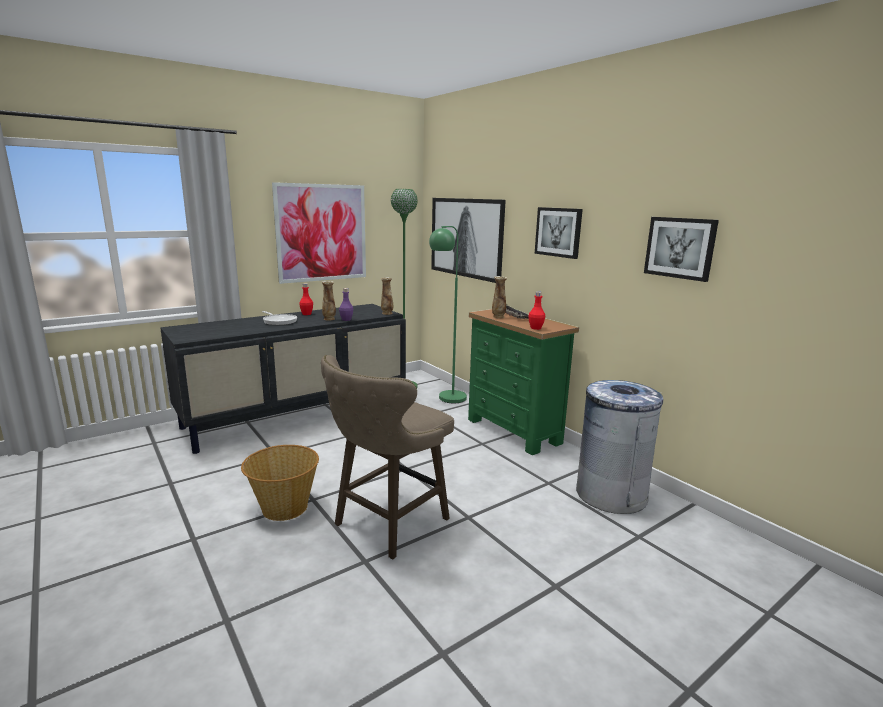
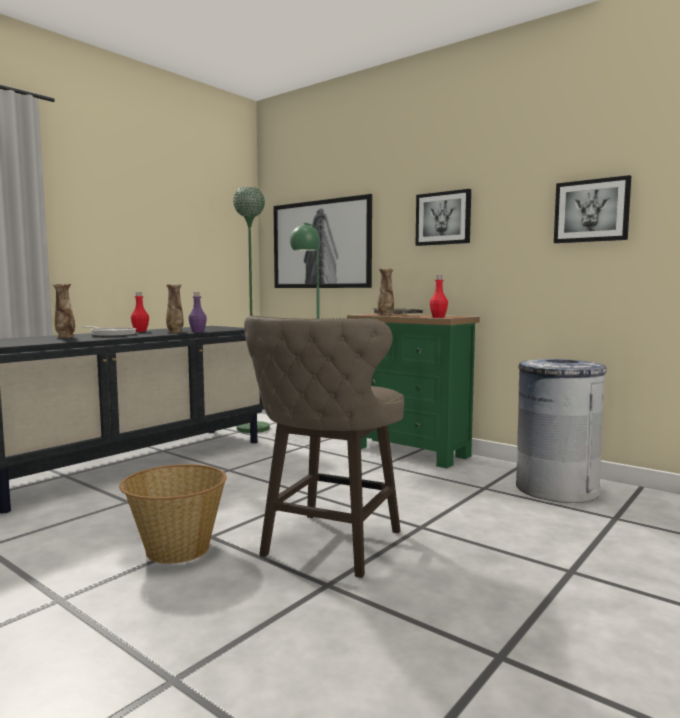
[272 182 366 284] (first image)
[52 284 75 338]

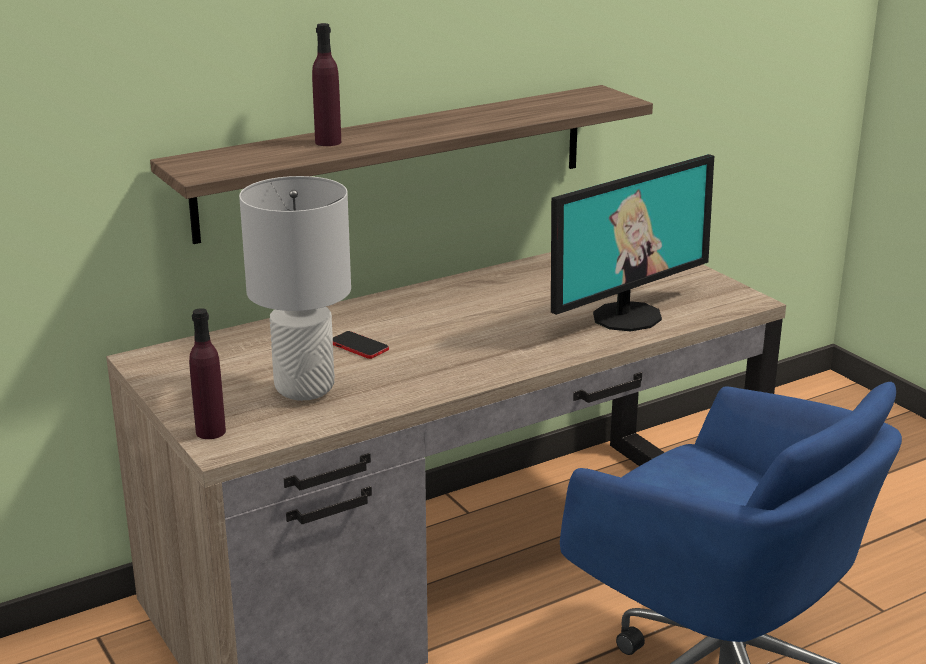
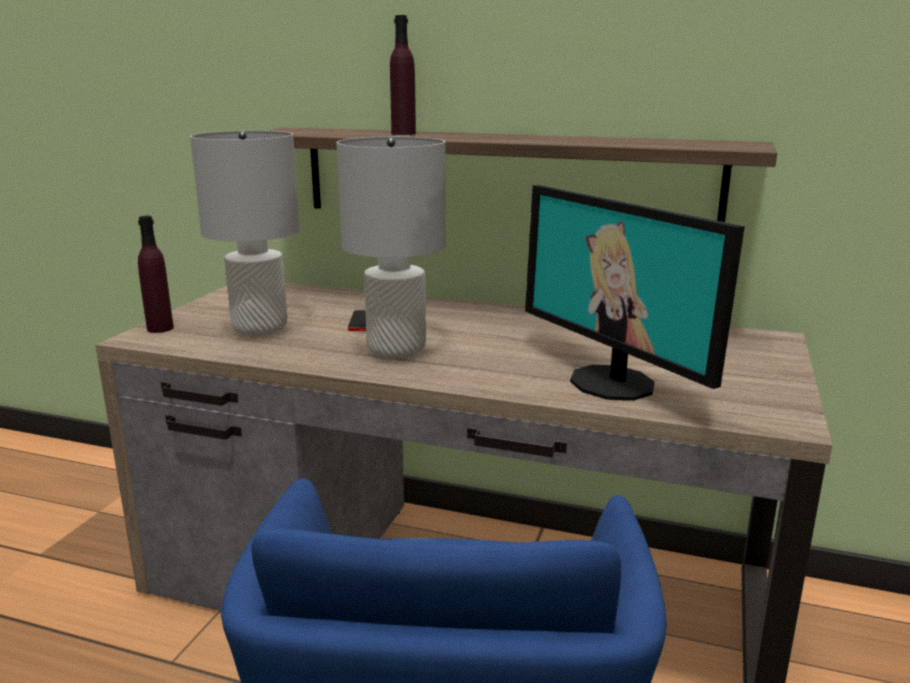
[336 136 446 359]
[525 185 745 401]

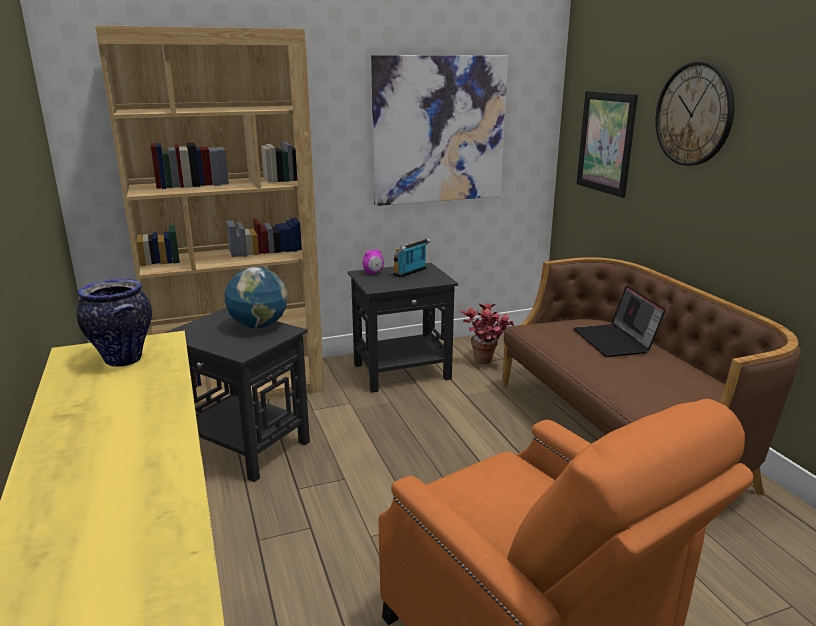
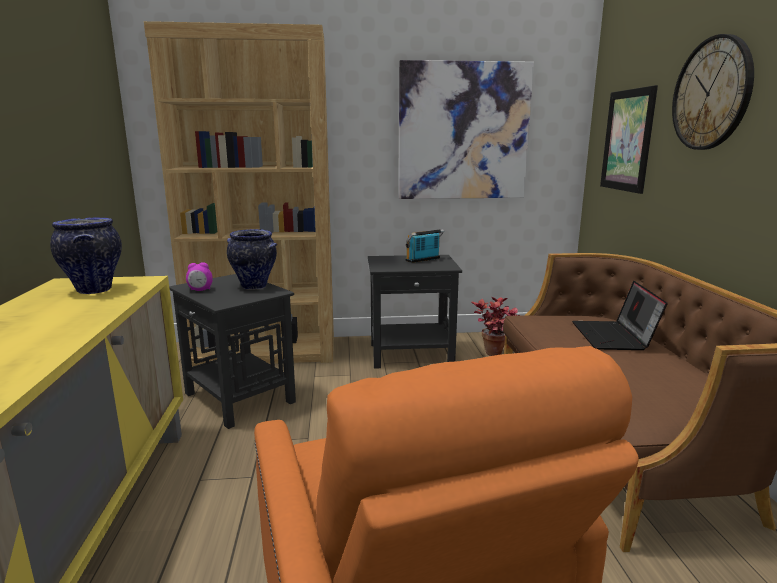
[186 262 213 291]
[227 229 277 290]

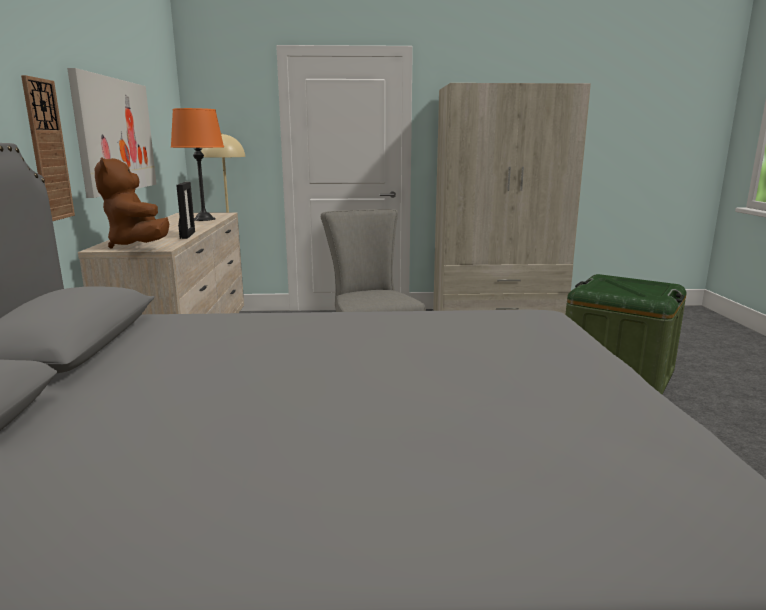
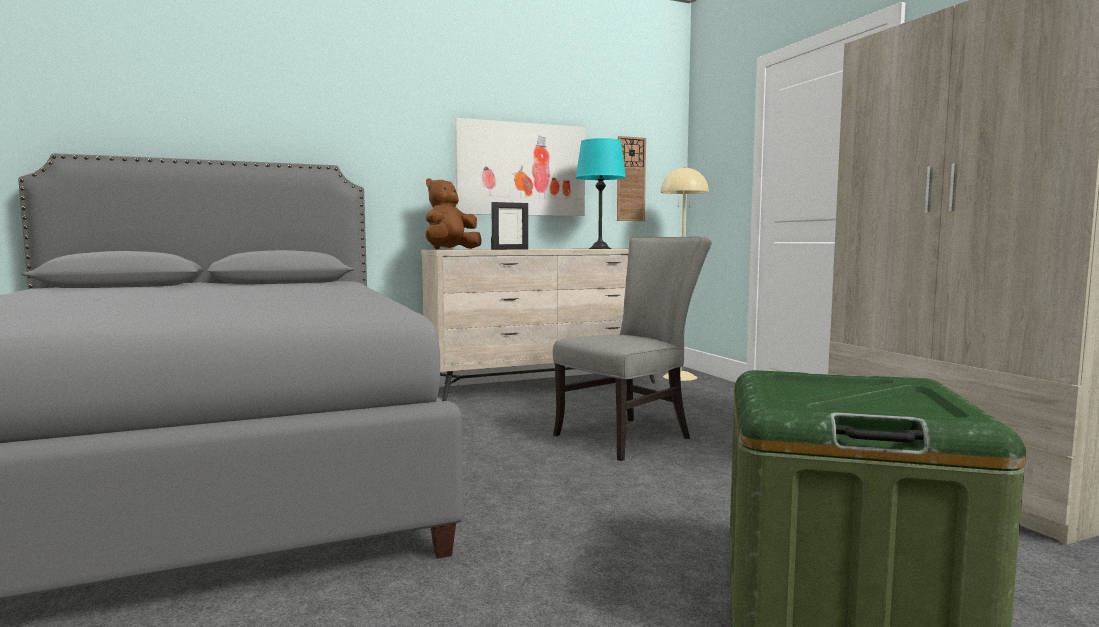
[617 136 646 221]
[576 138 626 249]

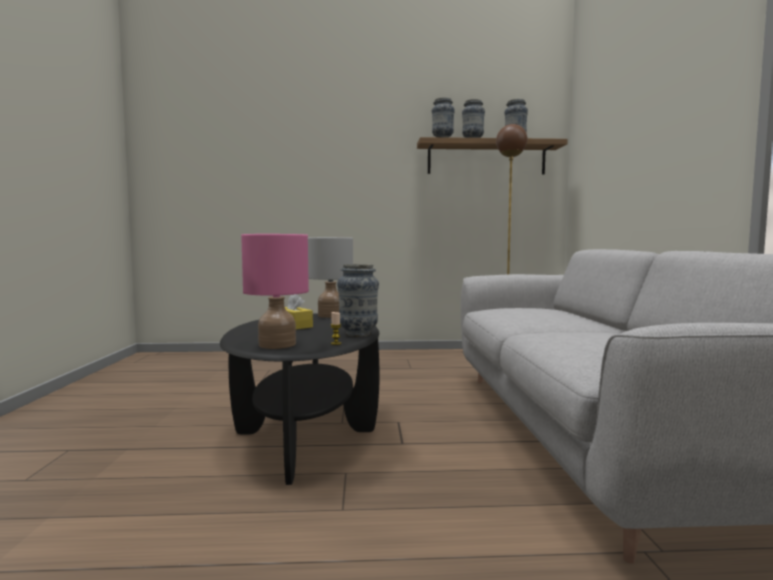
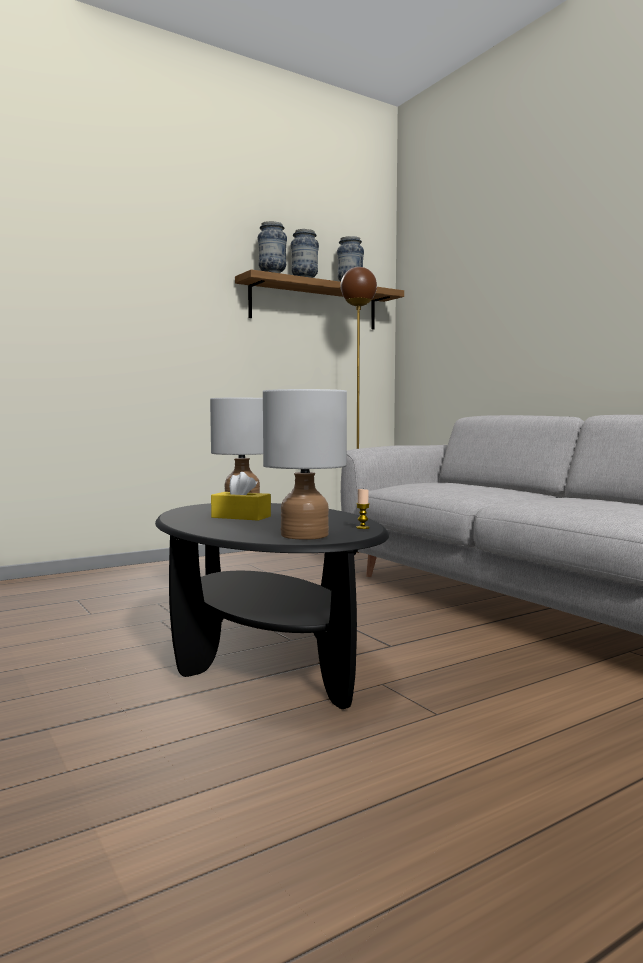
[337 264 379 337] (first image)
[263 389 347 540]

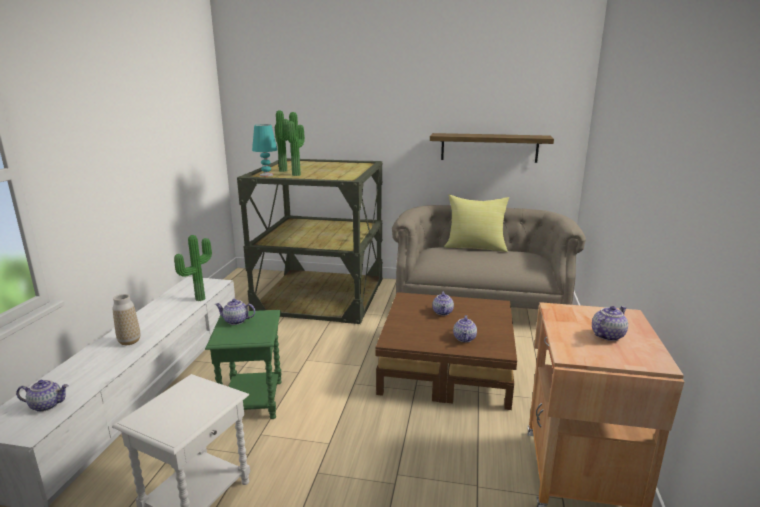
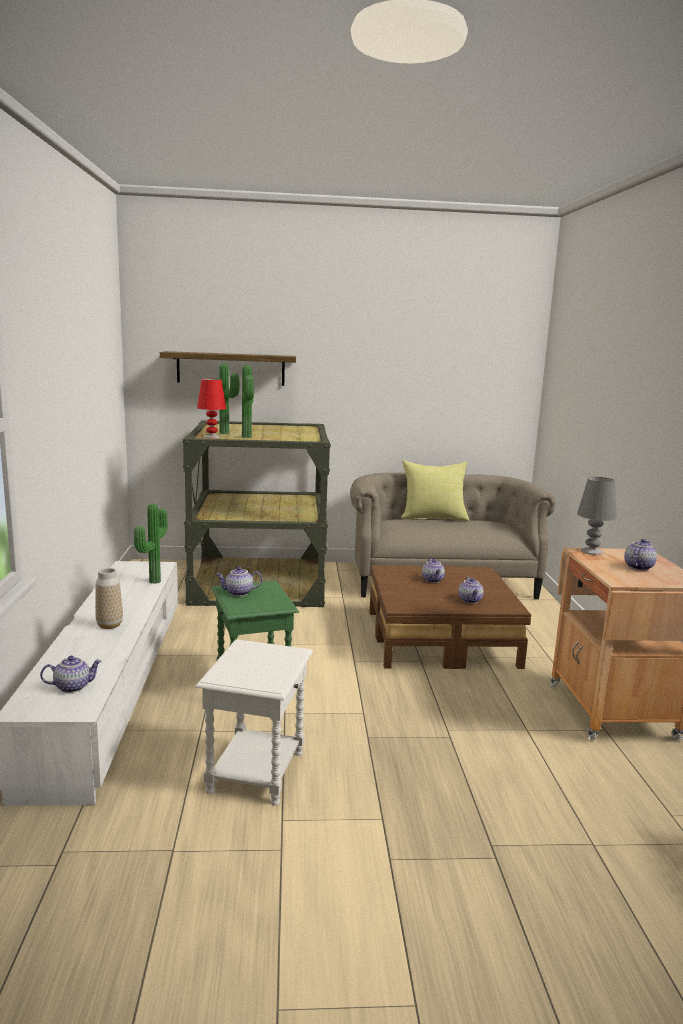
[577 477 617 555]
[160 351 296 386]
[197 379 226 438]

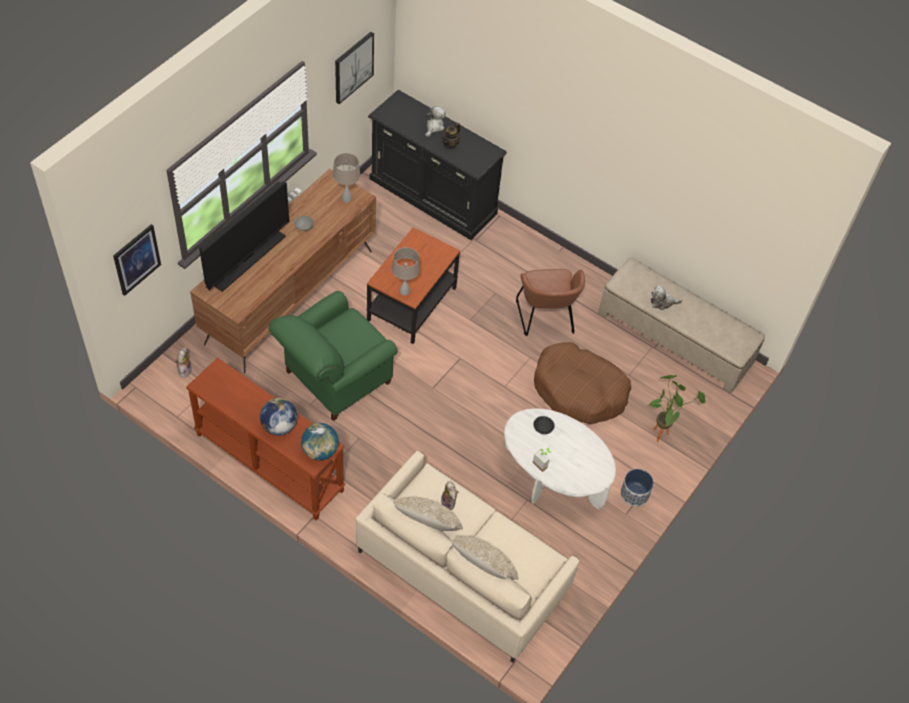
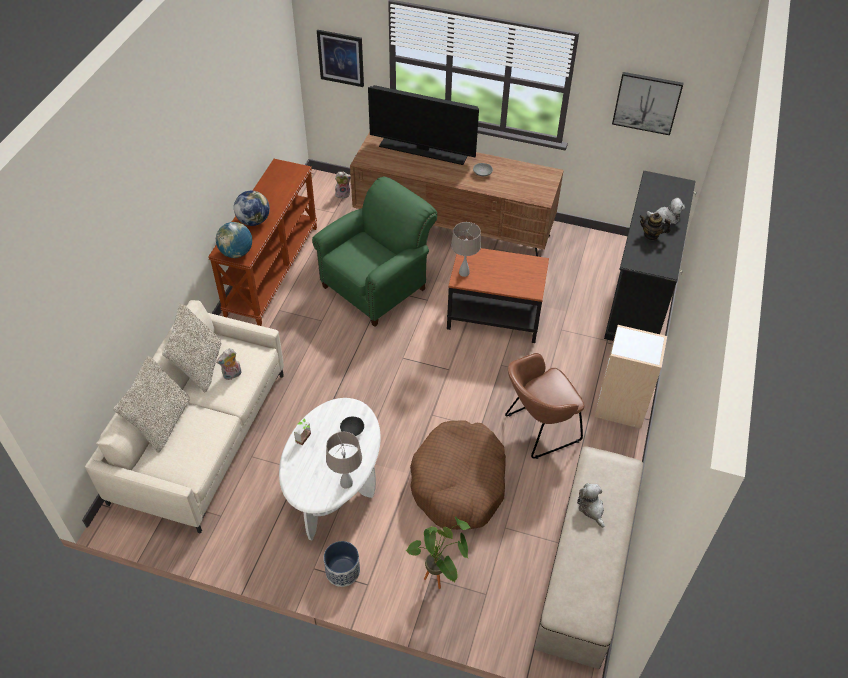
[594 325 667 429]
[326 432 362 489]
[312 177 437 327]

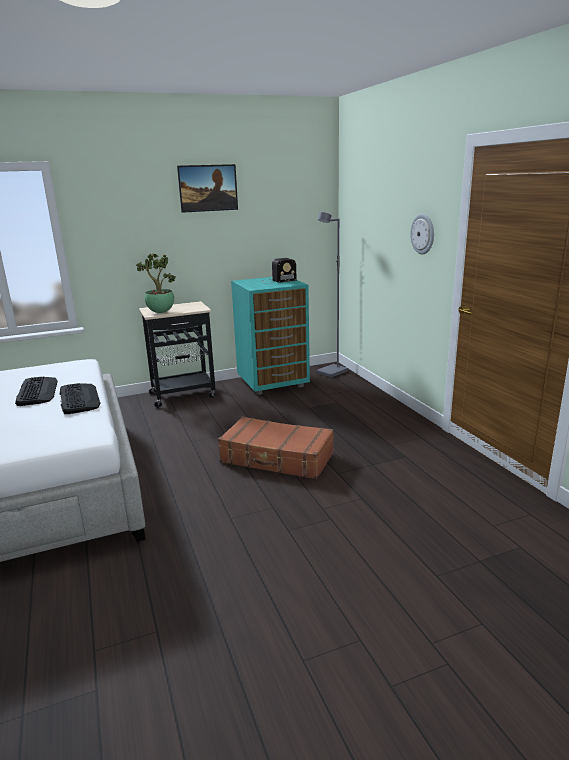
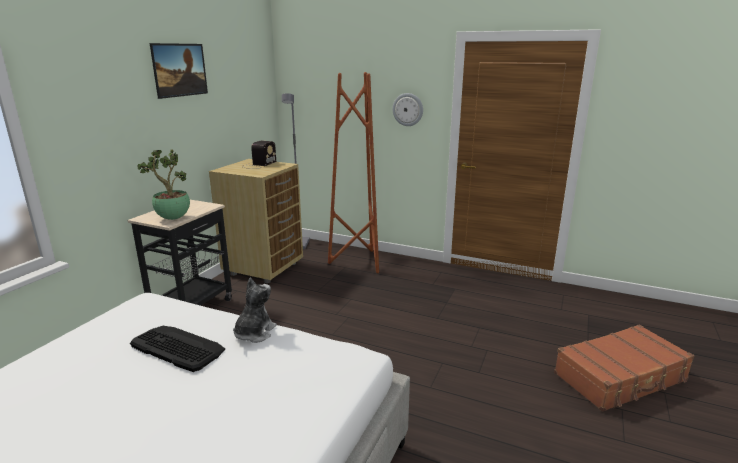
[328 72 379 273]
[554 324 694 412]
[233 278 277 343]
[209 159 303 283]

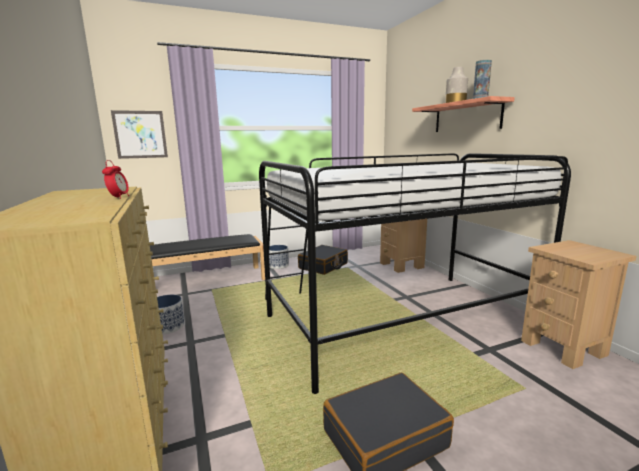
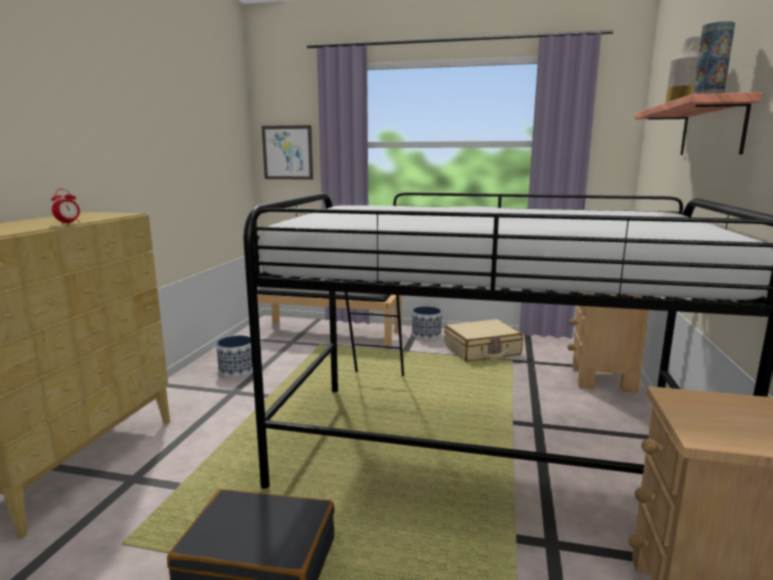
[444 319 523 361]

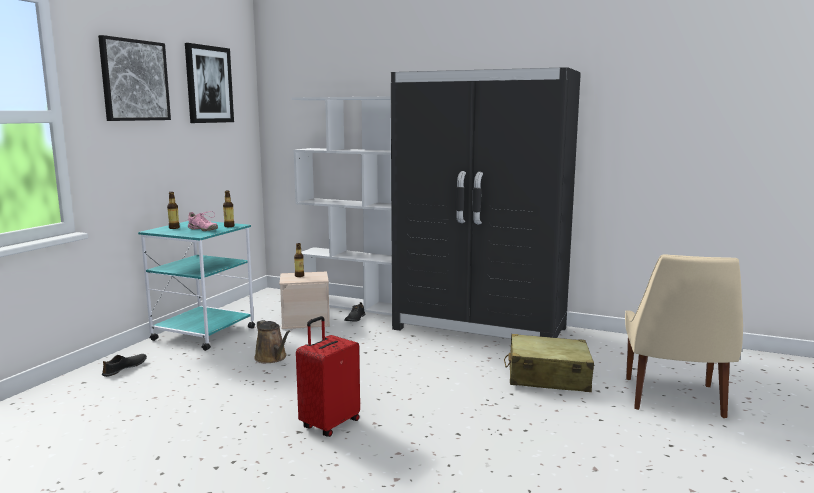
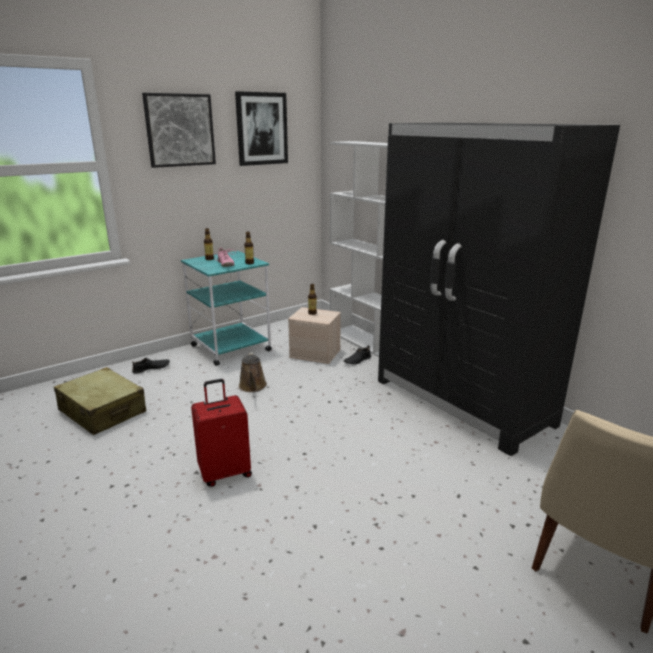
[54 367 146 435]

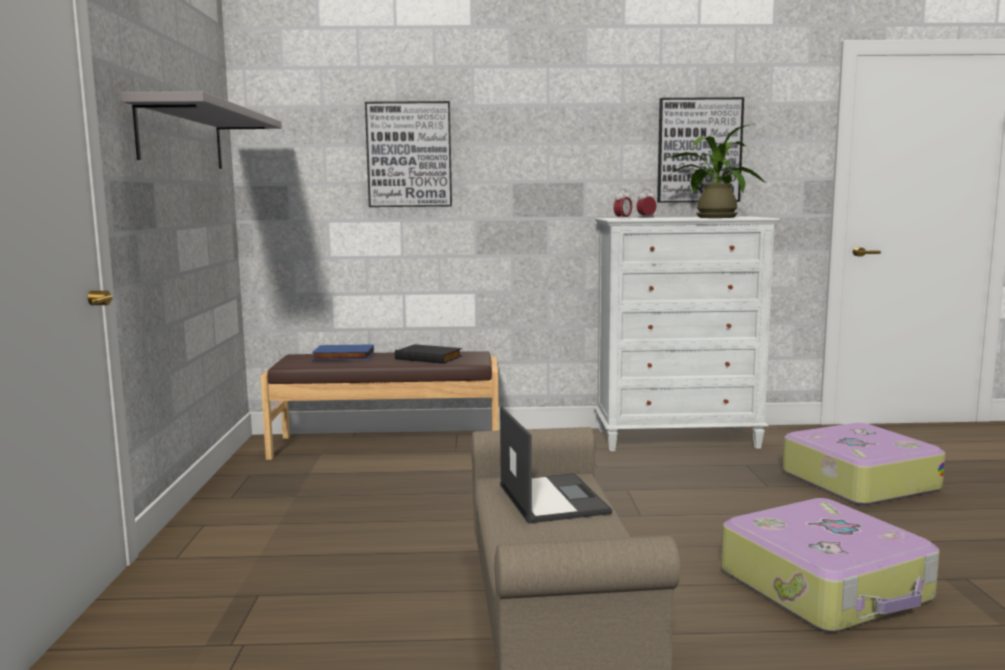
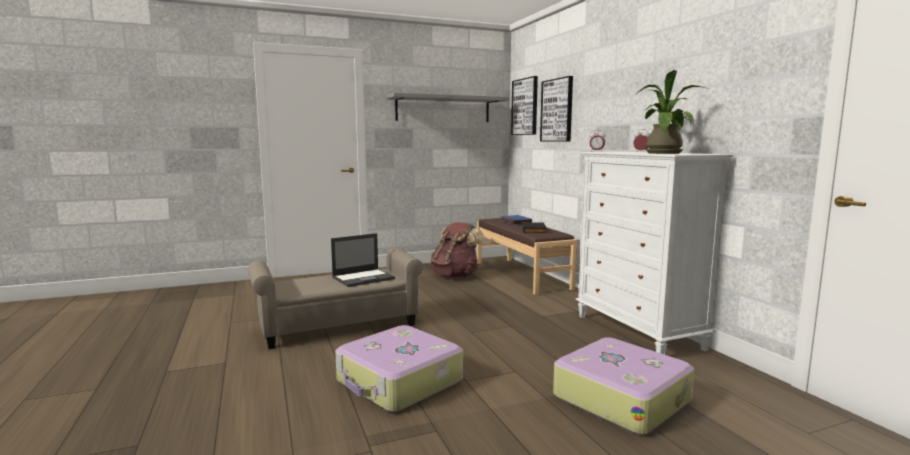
[431 222 485 277]
[511 76 538 135]

